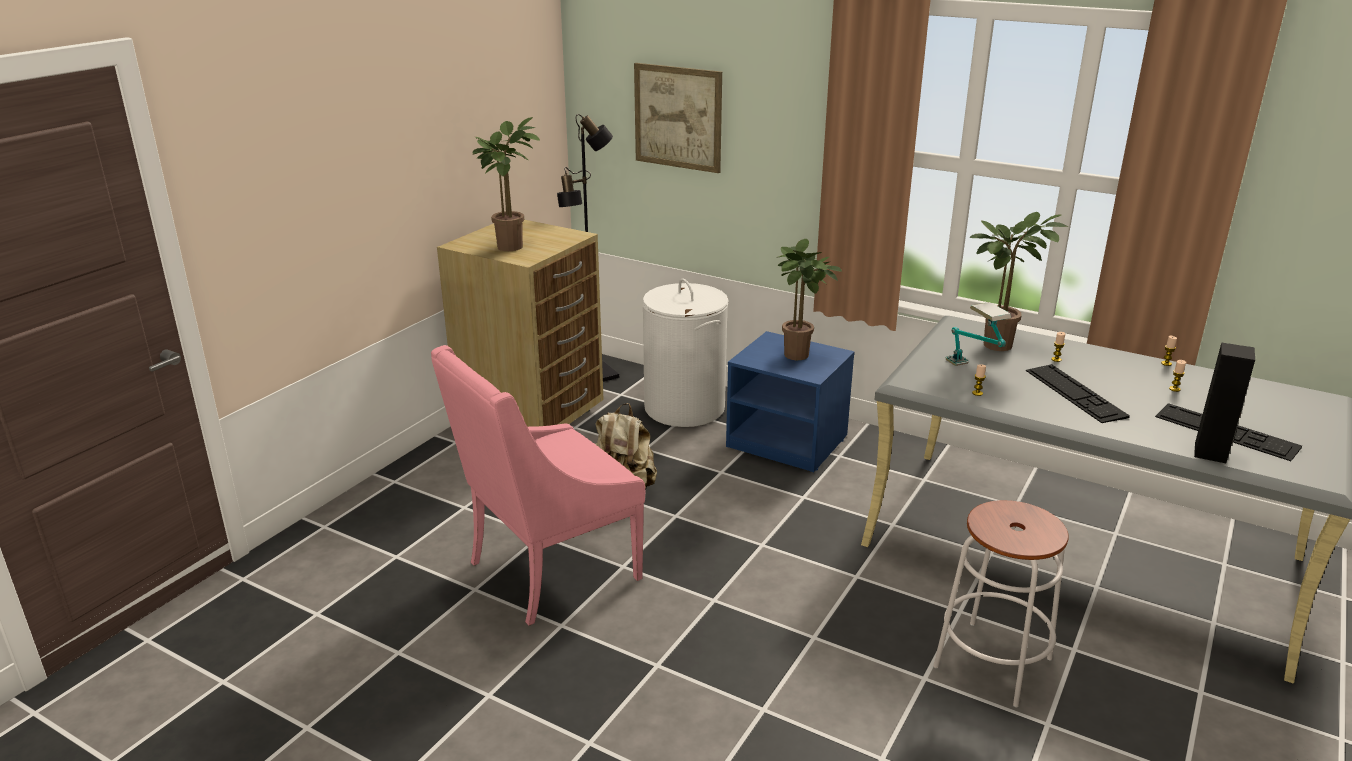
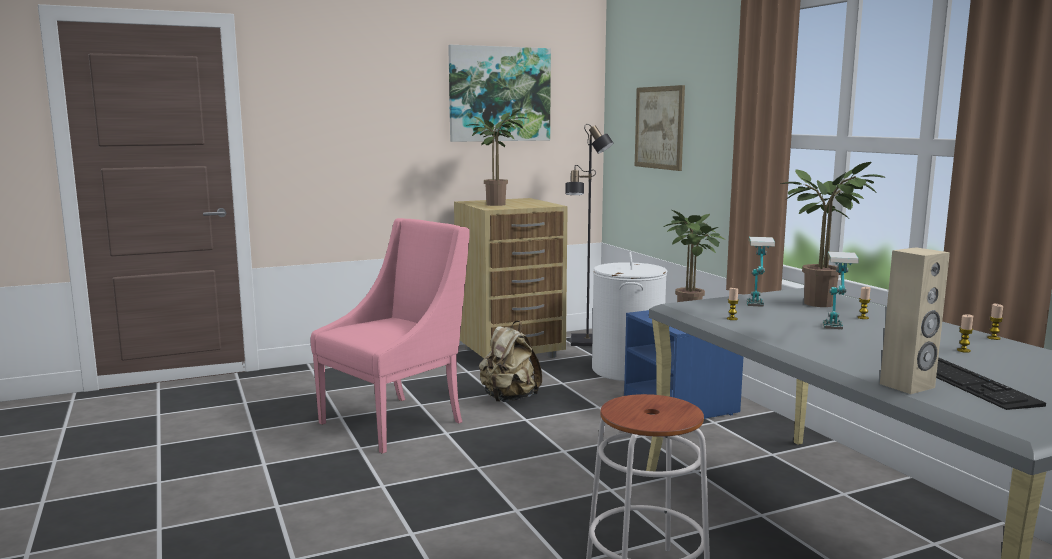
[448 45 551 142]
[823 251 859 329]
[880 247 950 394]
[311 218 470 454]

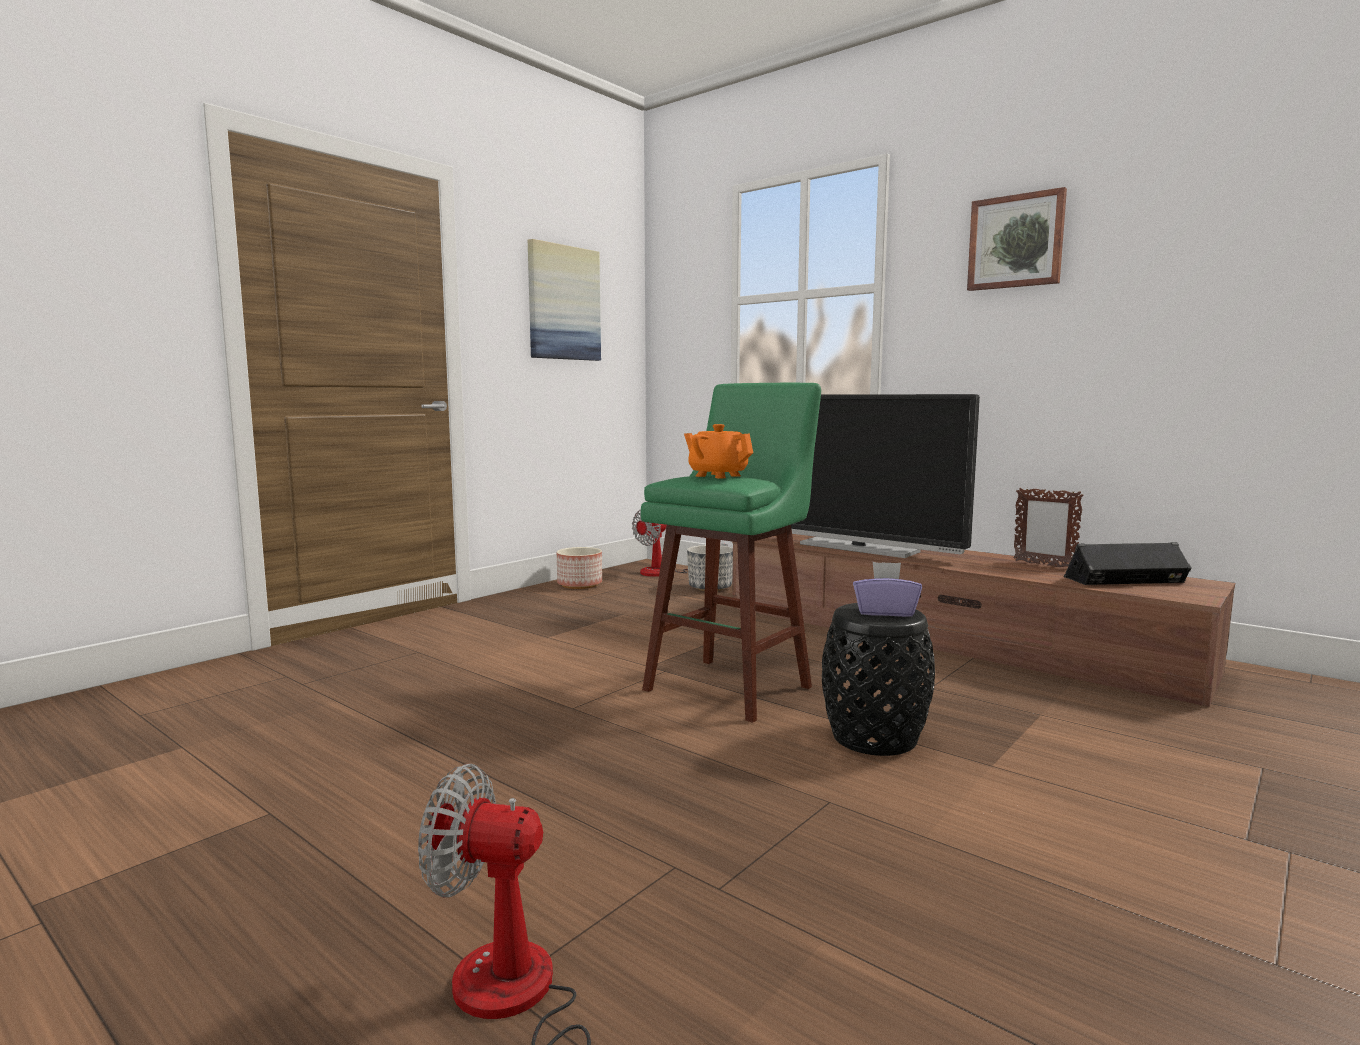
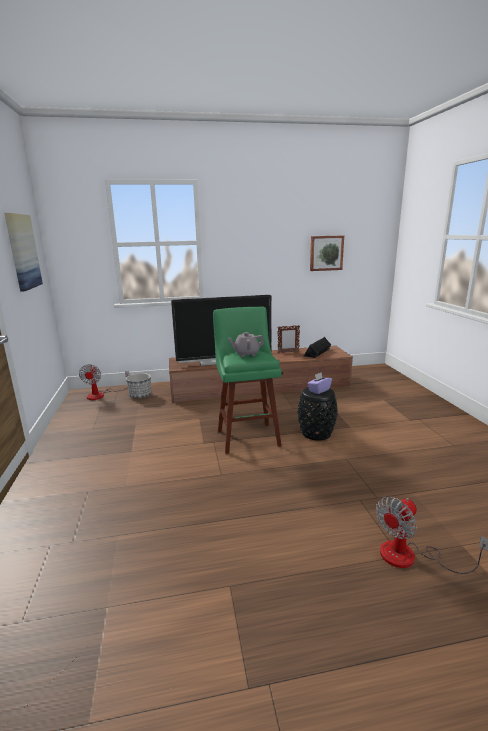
[557 547 602 589] (first image)
[310 235 344 271]
[228 332 264 357]

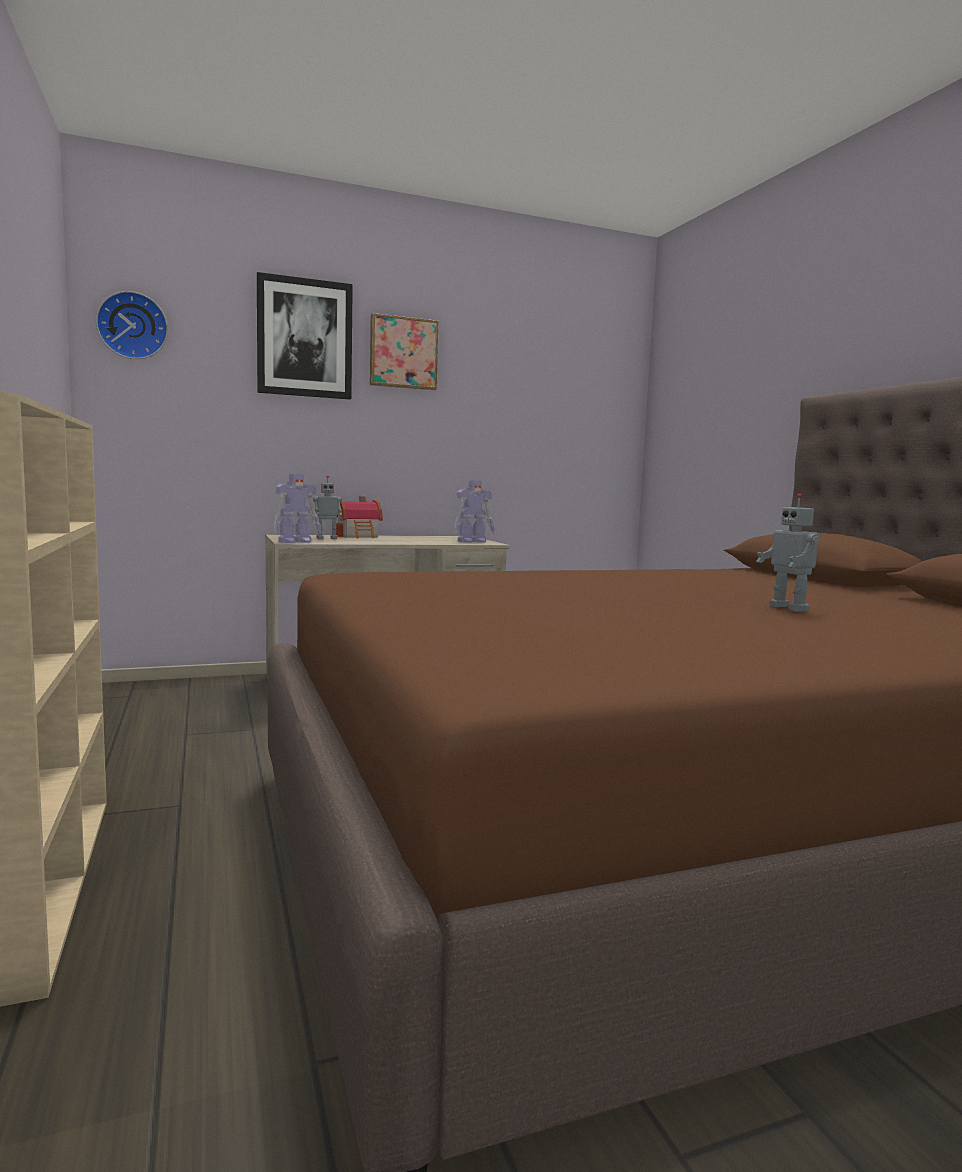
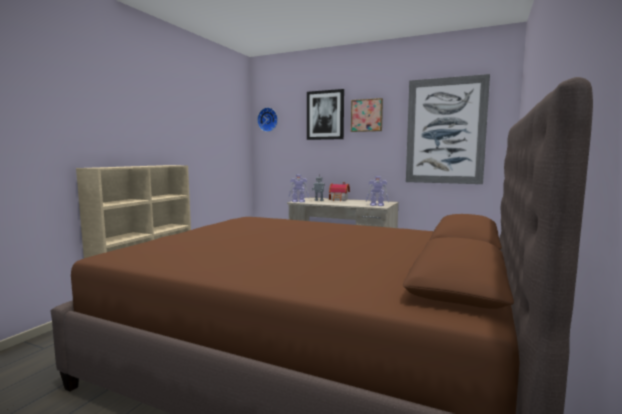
[756 493 819 612] (first image)
[406 74 490 184]

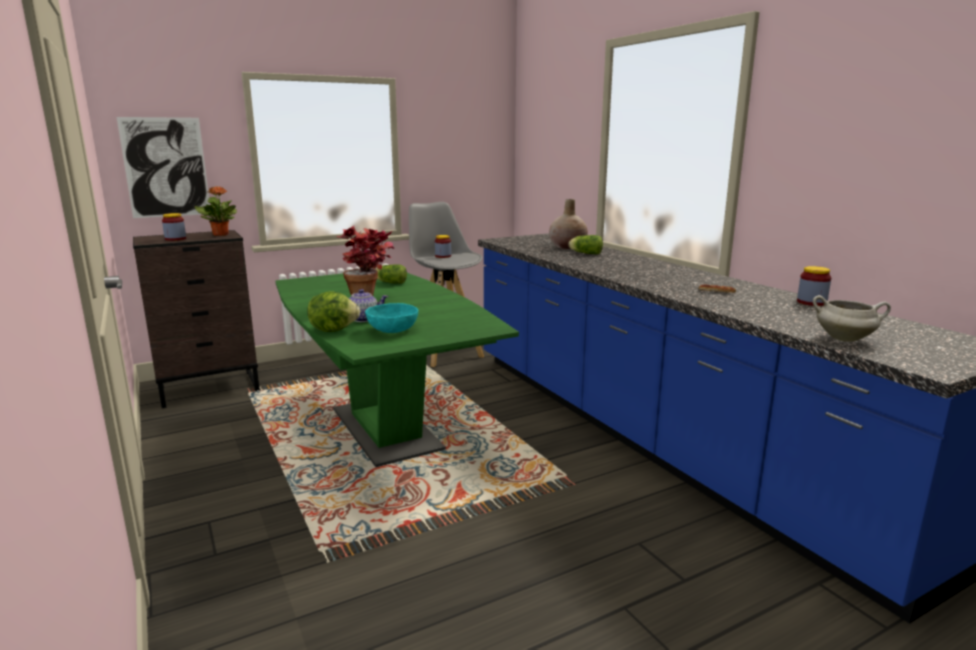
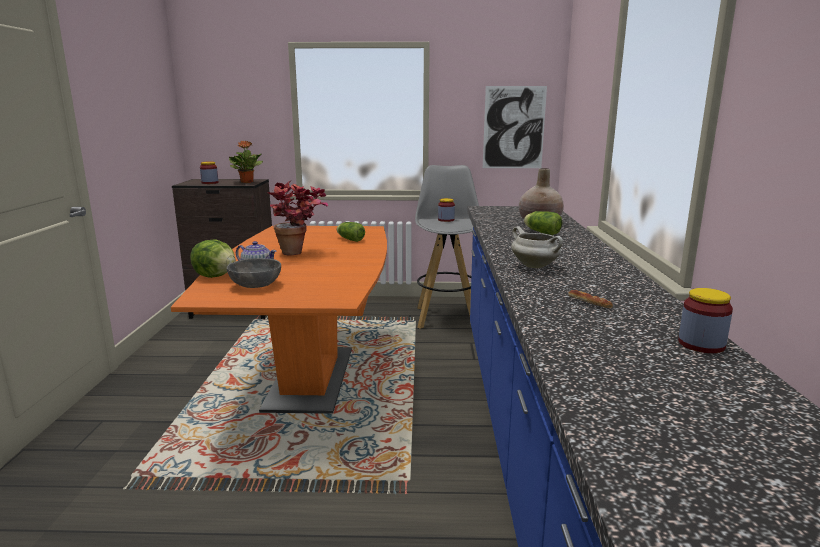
[483 86 547 168]
[511 226 563 268]
[171 226 387 414]
[227 258 281 288]

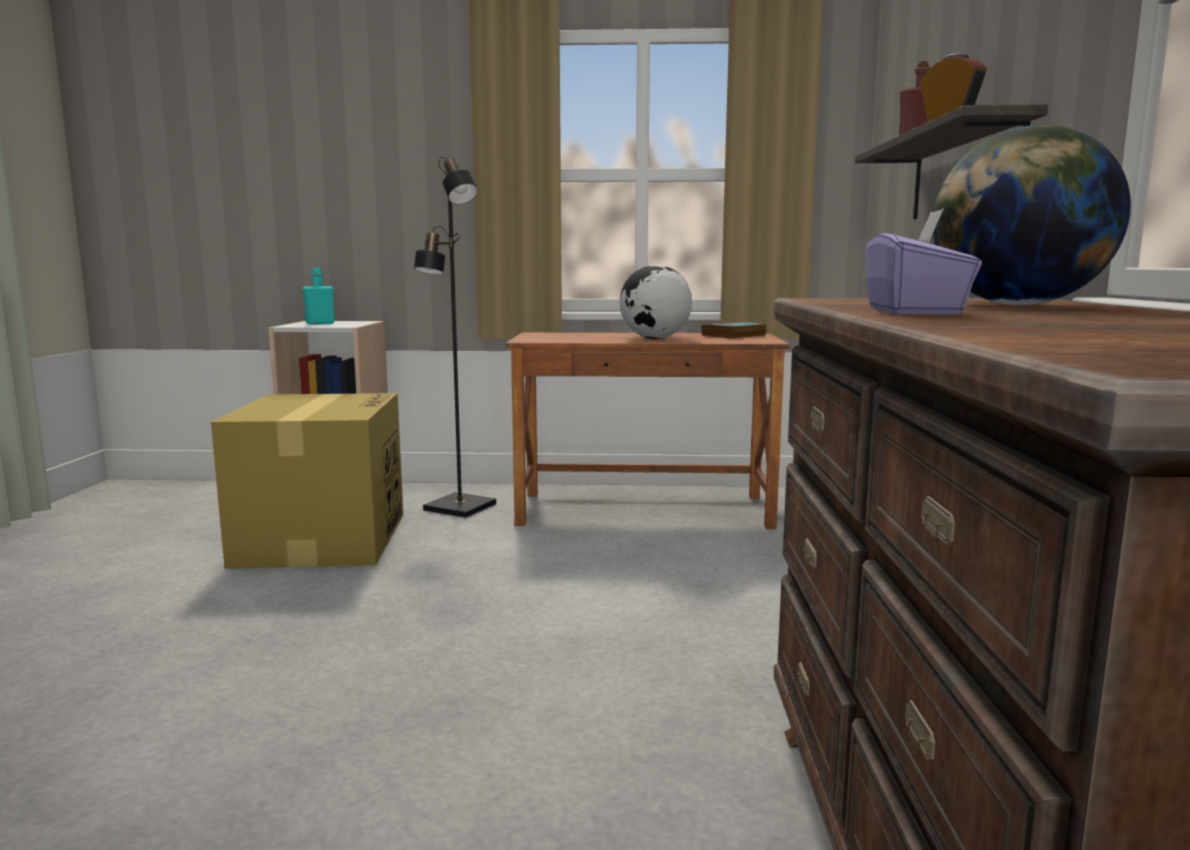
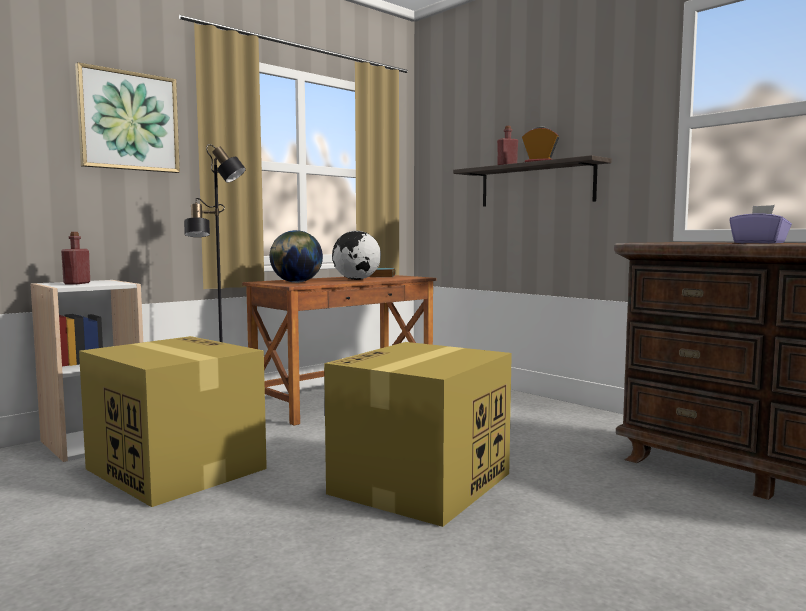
[75 62 180 173]
[324 342 512 527]
[270 230 323 283]
[61 232 90 285]

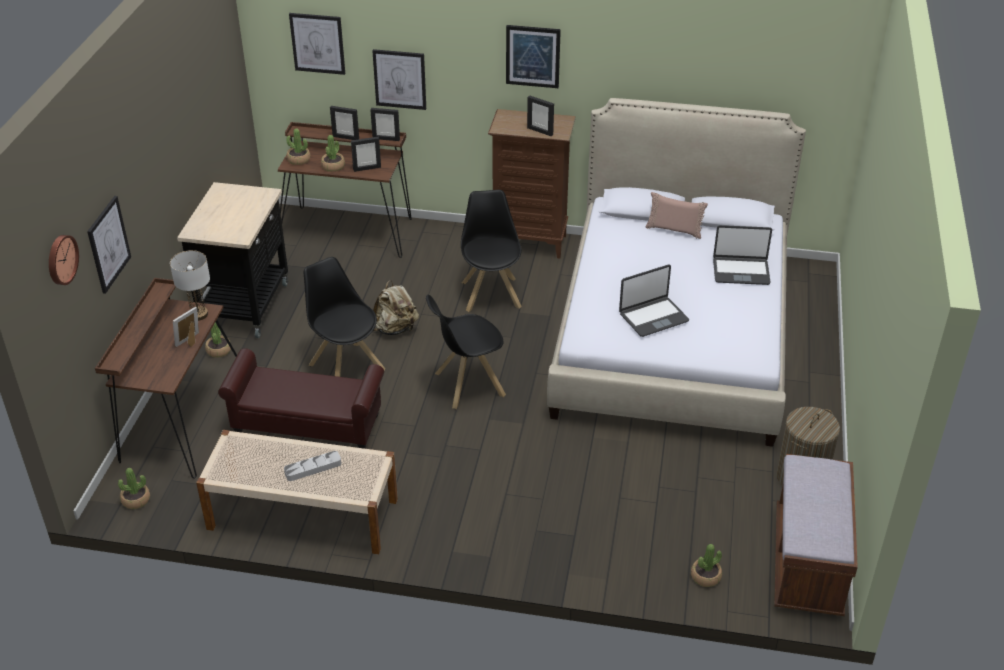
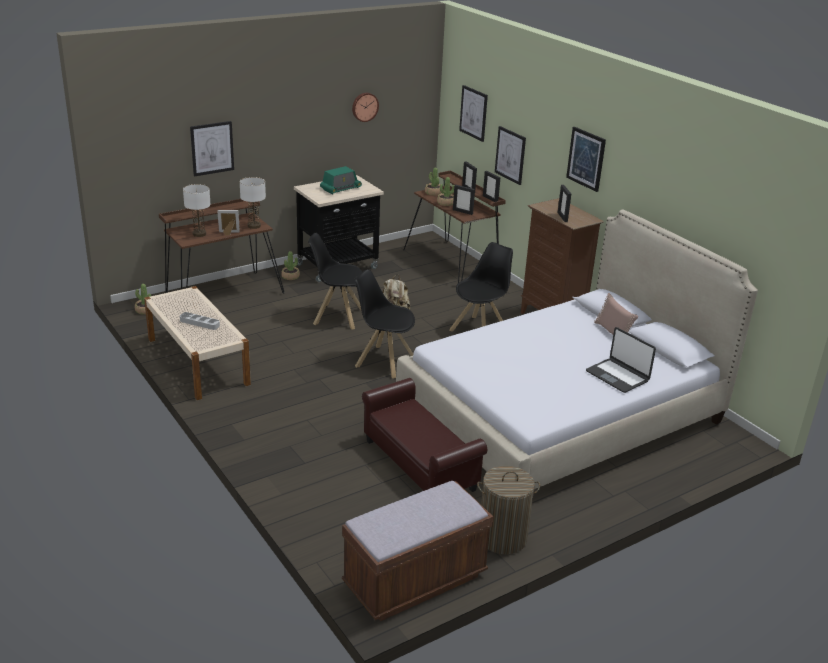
[619 265 689 337] (first image)
[691 544 722 587] (first image)
[183 184 211 237]
[320 166 362 194]
[352 93 379 122]
[362 378 487 492]
[308 233 362 330]

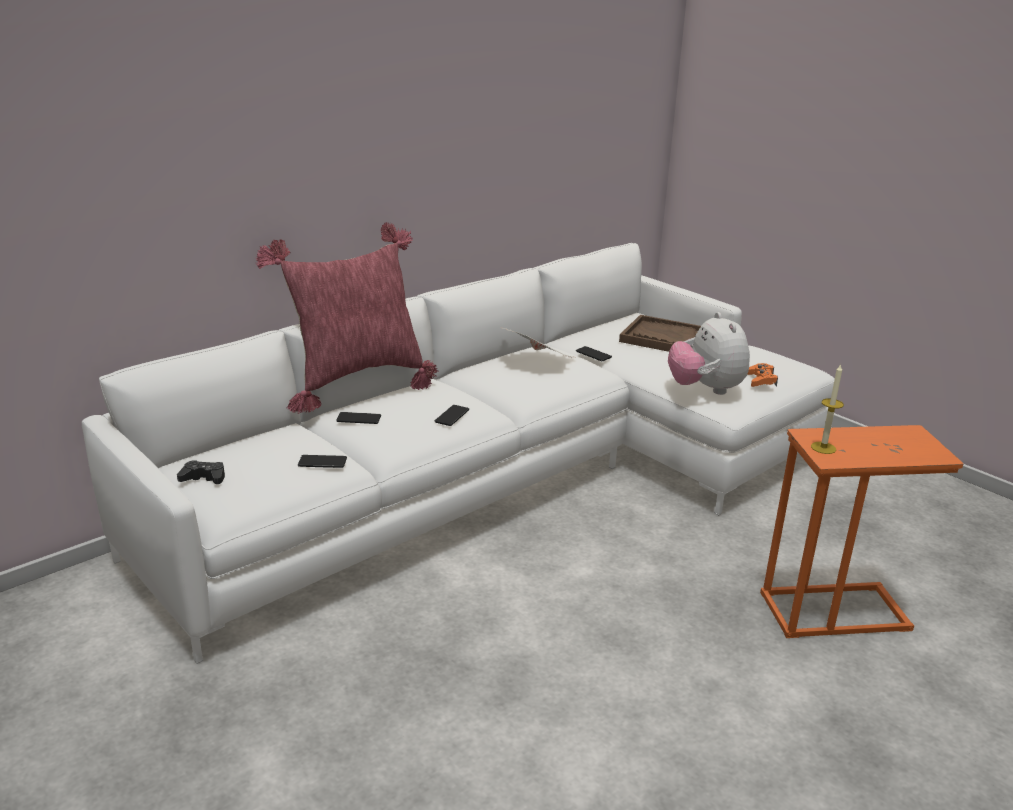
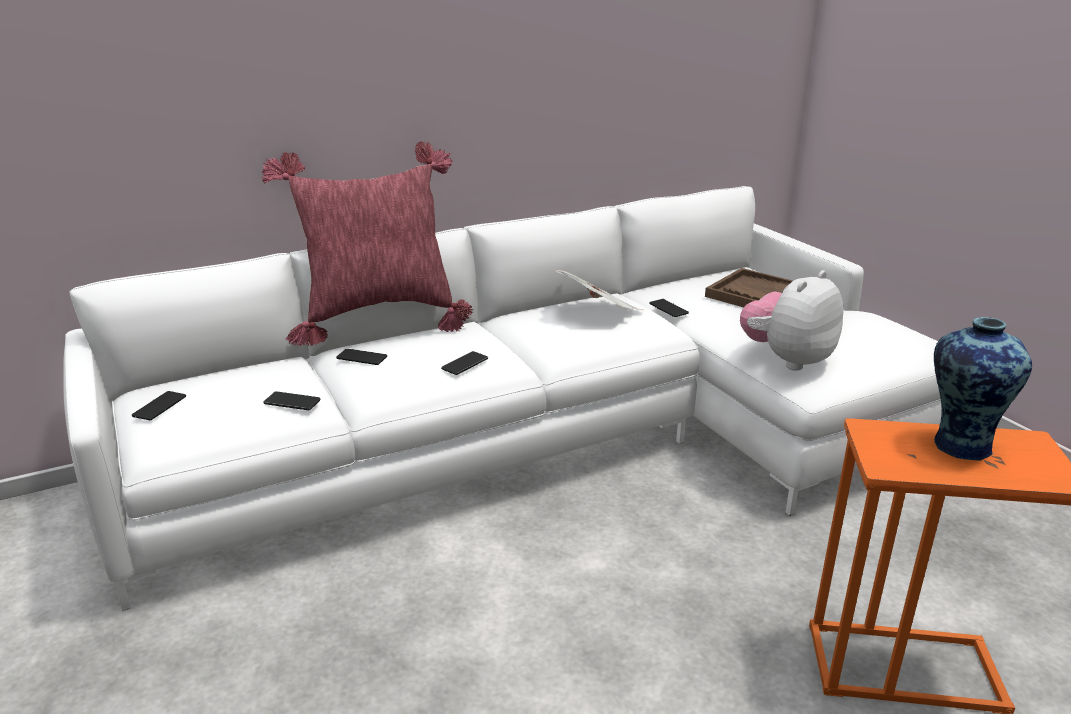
[747 363 778 387] (first image)
[811 364 844 454] (first image)
[934 317 1032 461]
[132 391 186 420]
[740 270 844 371]

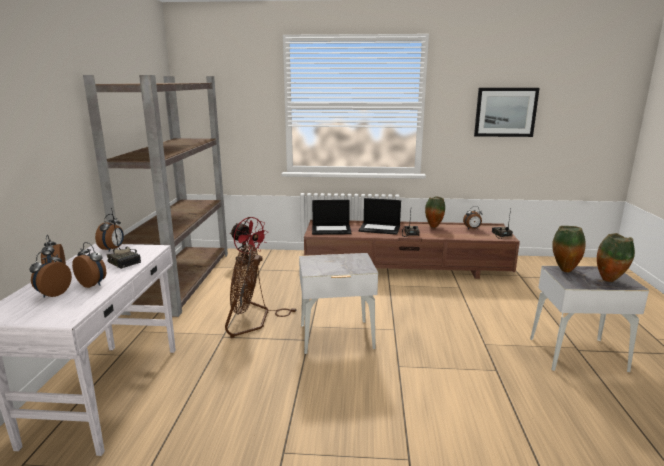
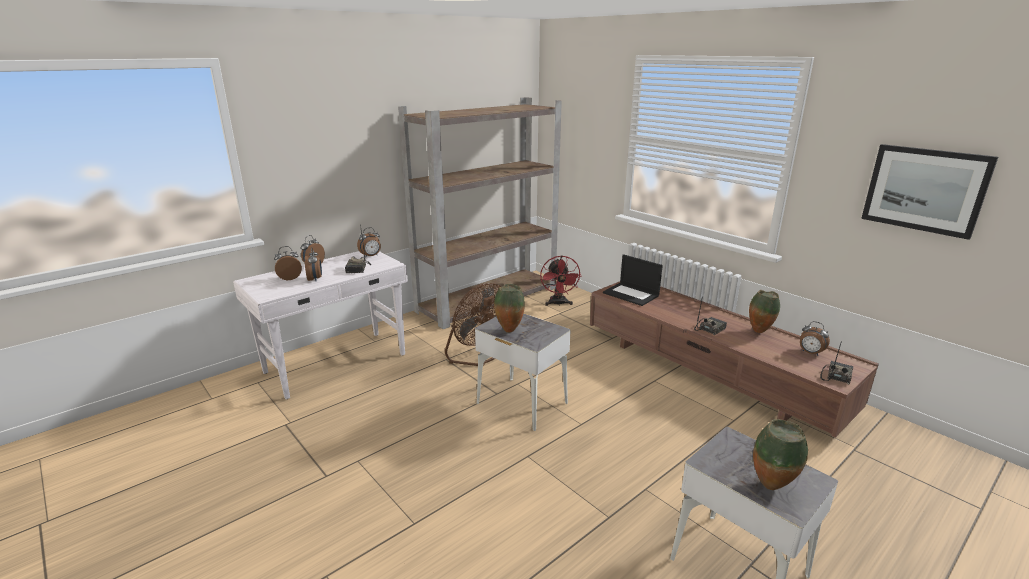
[359 198 401 235] (first image)
[494 284 525 333]

